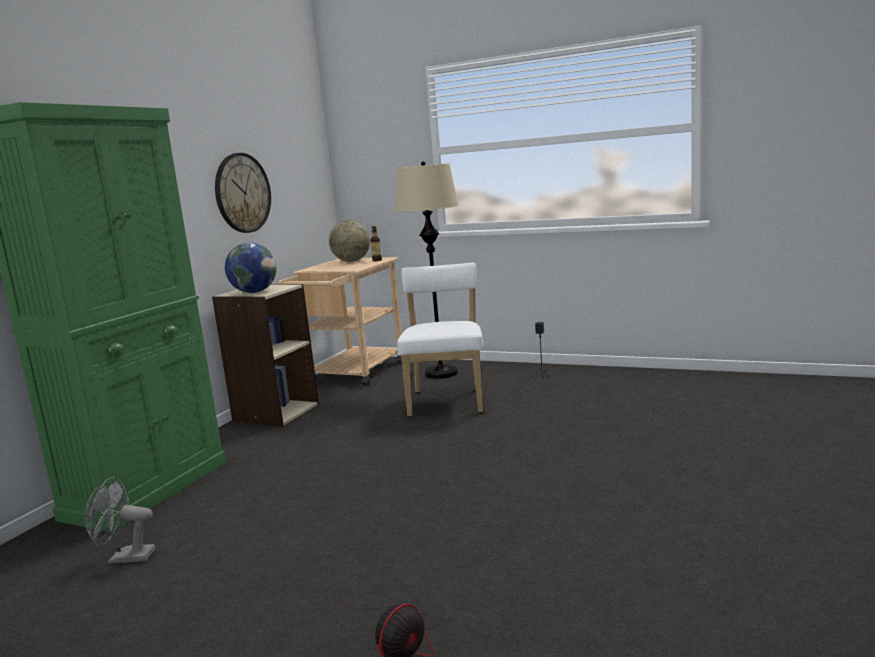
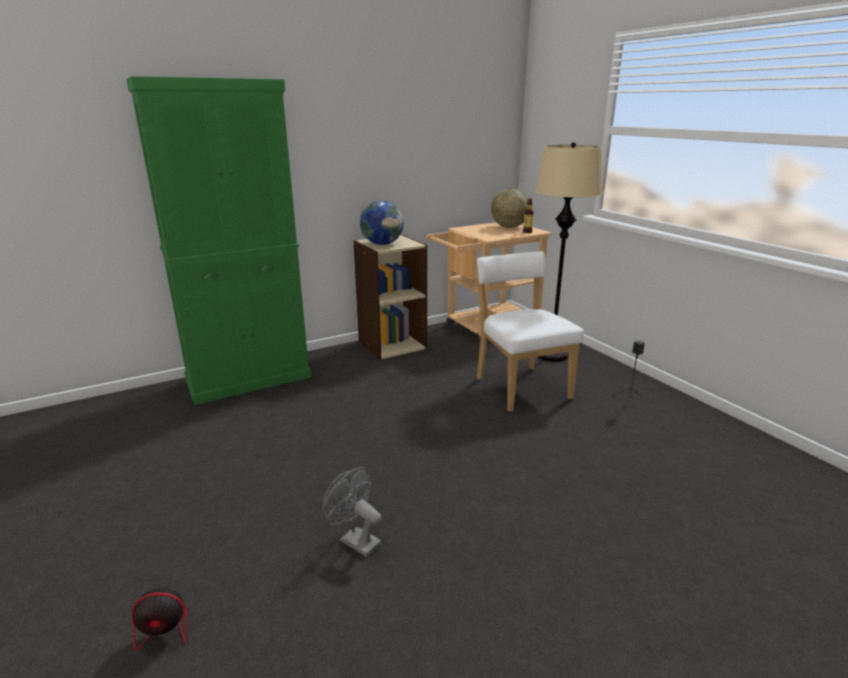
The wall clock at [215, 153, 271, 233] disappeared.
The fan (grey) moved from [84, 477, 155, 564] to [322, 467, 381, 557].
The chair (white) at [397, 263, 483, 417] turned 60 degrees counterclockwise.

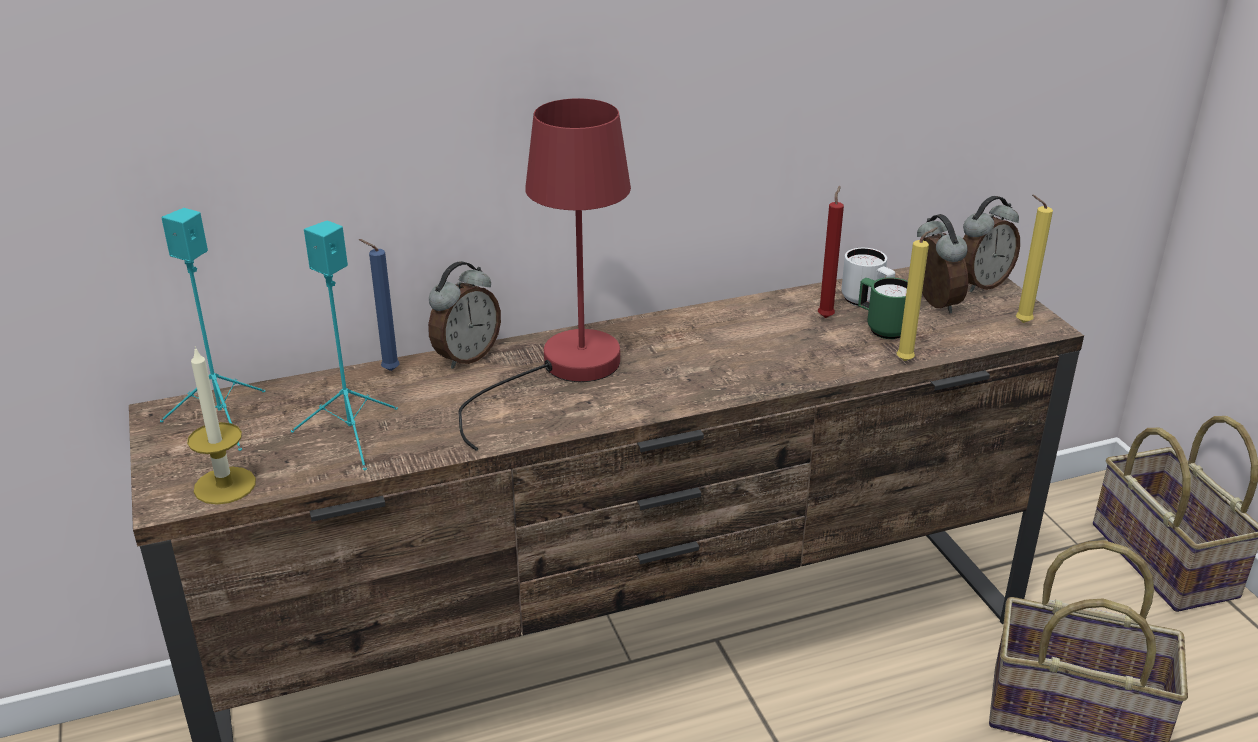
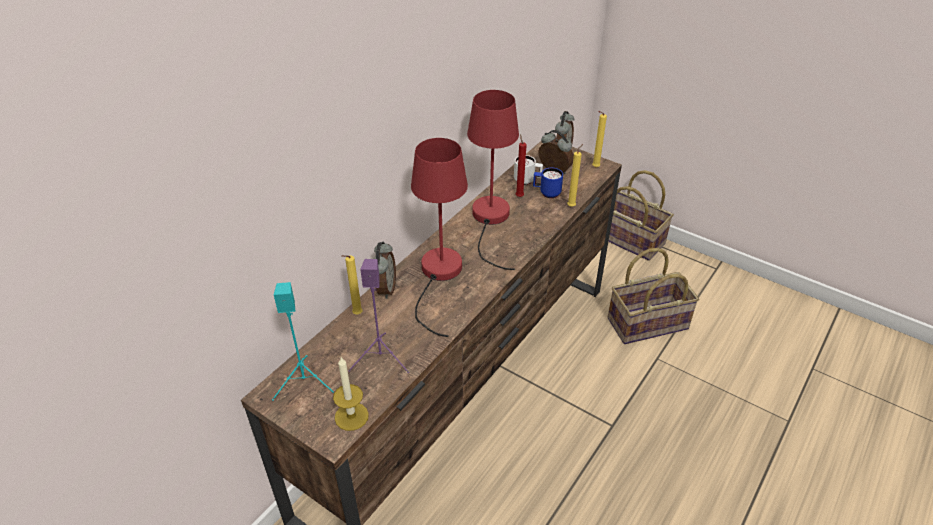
The table lamp (red) at [467, 90, 519, 270] appeared.
The speaker (turquoise) at [291, 220, 398, 470] became the speaker (purple) at [348, 259, 409, 373].
The candle (blue) at [358, 239, 400, 371] became the candle (yellow) at [342, 255, 363, 314].
The mug (green) at [858, 277, 908, 339] became the mug (blue) at [533, 167, 563, 198].

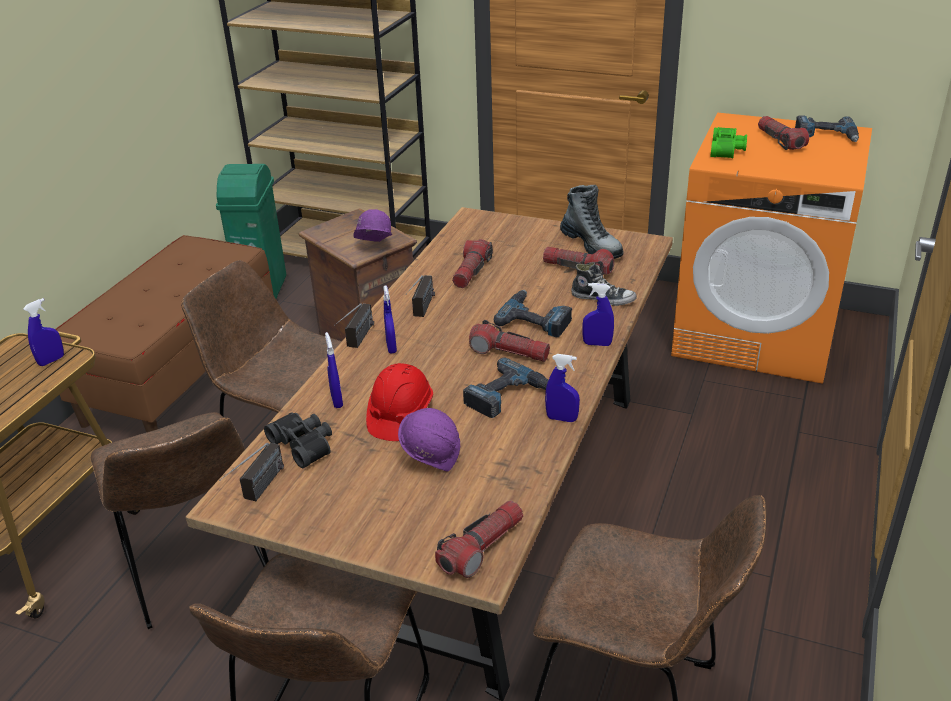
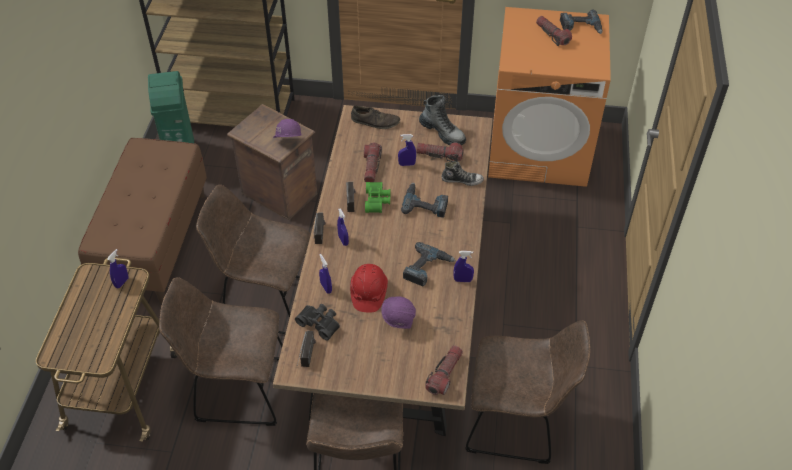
The flashlight at [469, 320, 550, 362] disappeared.
The shoe (brown) at [351, 106, 400, 129] appeared.
The spray bottle (blue) moved from [582, 283, 614, 346] to [398, 134, 416, 166].
The binoculars (green) moved from [710, 127, 747, 158] to [365, 182, 390, 213].
The chair (brown) at [90, 412, 269, 629] turned 135 degrees clockwise.

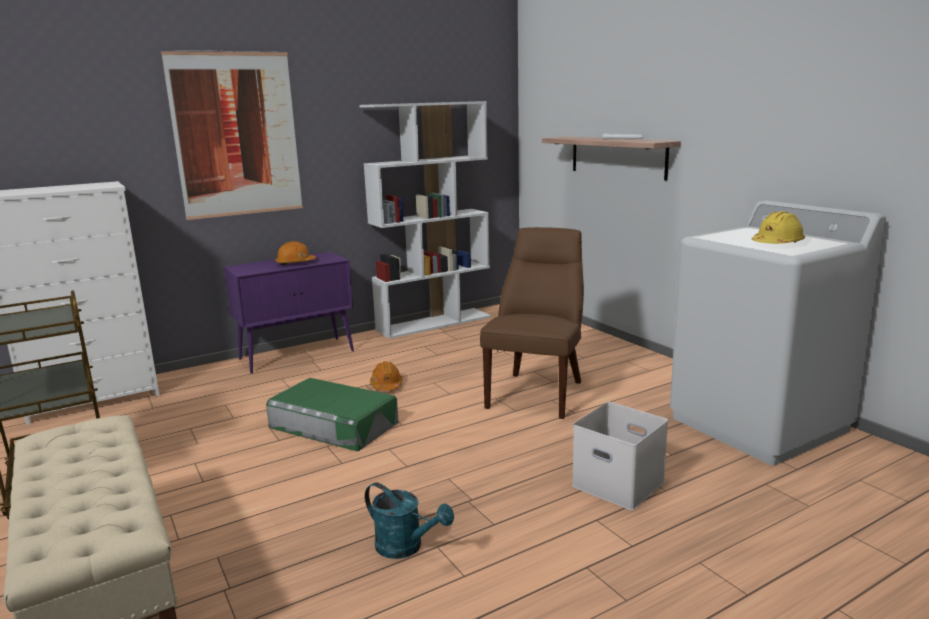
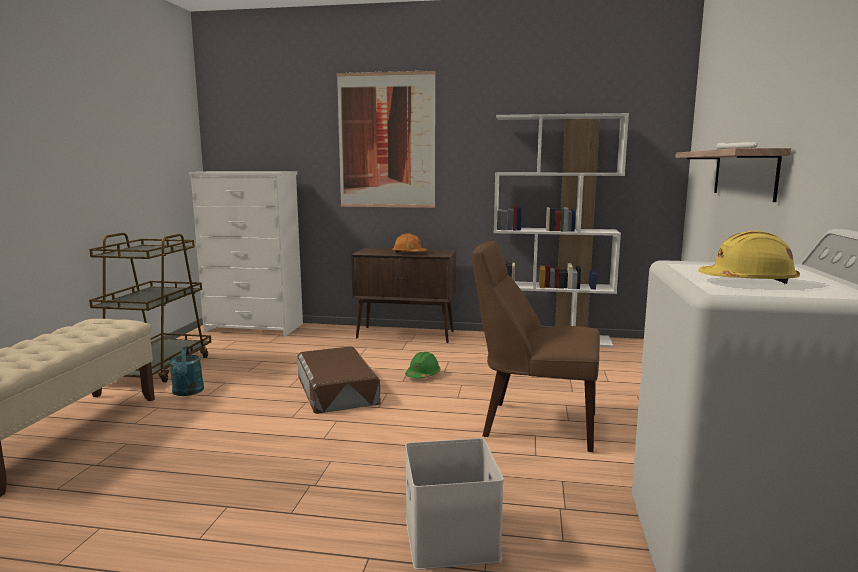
The watering can (turquoise) moved from [365, 482, 454, 559] to [169, 346, 204, 396].
The cabinet (purple) at [224, 252, 354, 373] became the cabinet (brown) at [351, 248, 456, 343].
The storage box (green) at [266, 378, 399, 451] became the storage box (brown) at [297, 346, 380, 414].
The hard hat (orange) at [370, 361, 403, 391] became the hard hat (green) at [405, 352, 440, 378].
The chair (brown) at [480, 227, 584, 419] turned 135 degrees counterclockwise.

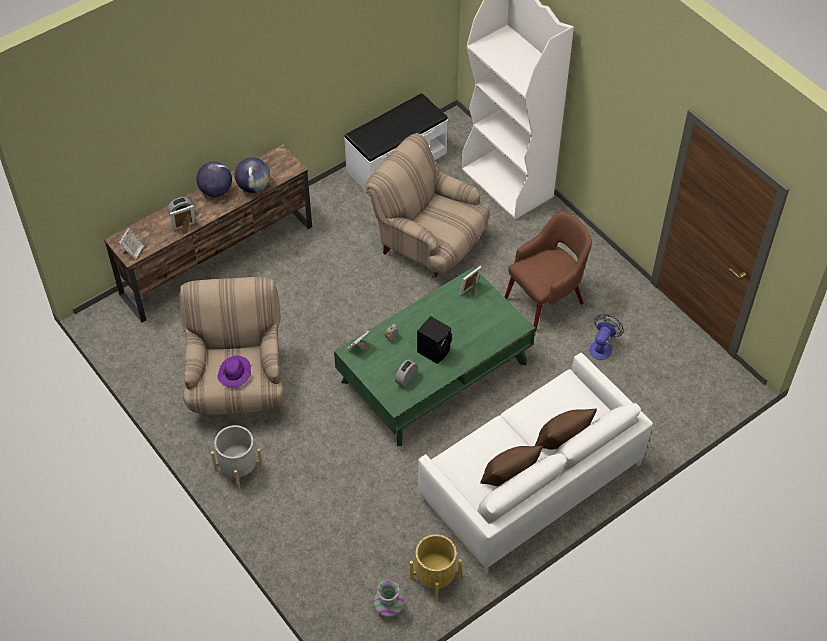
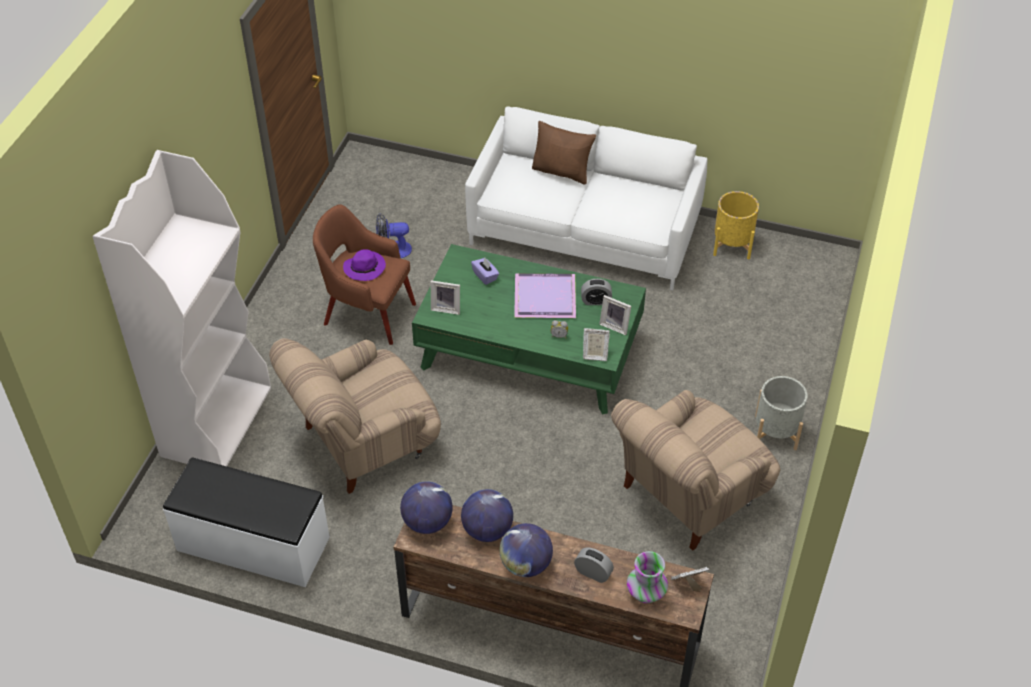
The pillow (brown) at [480, 446, 543, 486] disappeared.
The globe at [400, 481, 453, 534] appeared.
The tissue box (purple) at [471, 258, 499, 285] appeared.
The picture frame moved from [170, 205, 196, 234] to [599, 295, 631, 335].
The hat (purple) moved from [218, 356, 251, 388] to [343, 249, 386, 281].
The vase moved from [373, 580, 404, 617] to [627, 551, 668, 603].
The speaker (black) at [417, 316, 452, 364] was replaced by the tray (purple) at [514, 273, 576, 318].
The armchair (beige) at [365, 133, 490, 278] turned 60 degrees clockwise.

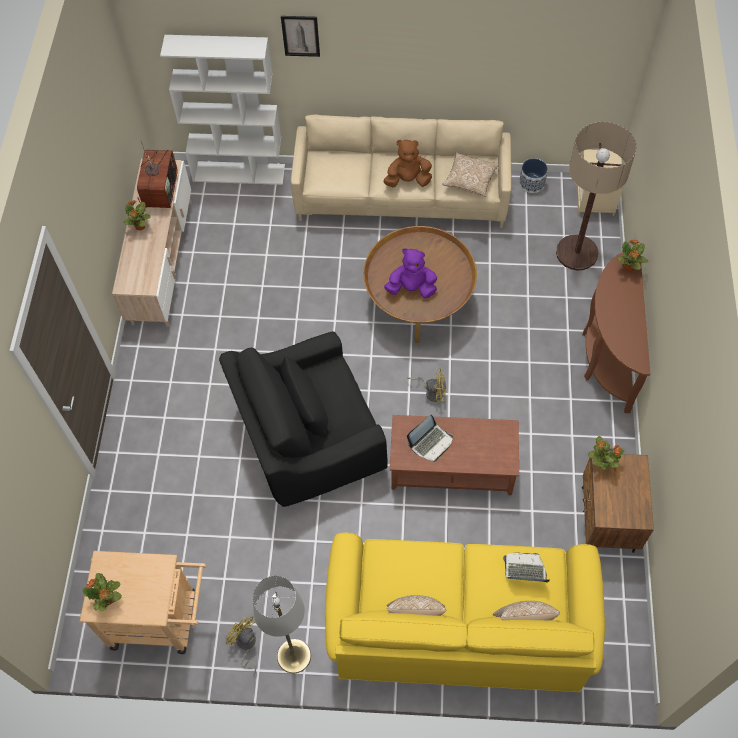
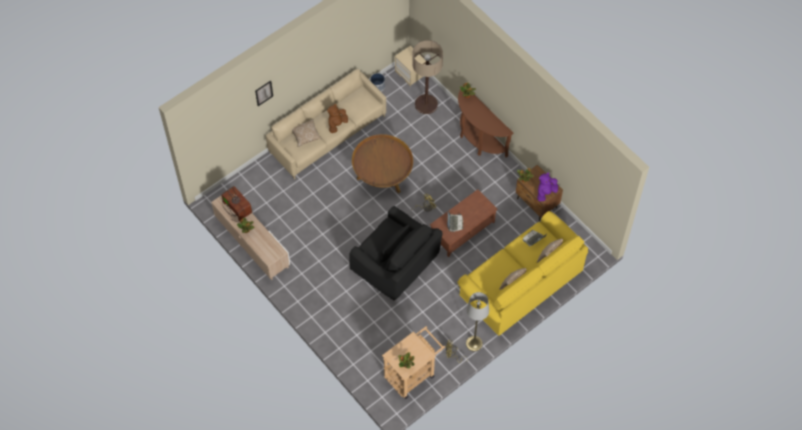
The bookcase (white) at [160, 35, 285, 185] disappeared.
The plush toy (purple) moved from [384, 248, 437, 299] to [537, 173, 558, 201].
The pillow moved from [442, 152, 499, 197] to [292, 119, 321, 147].
The armchair (black) at [219, 331, 387, 507] turned 75 degrees counterclockwise.

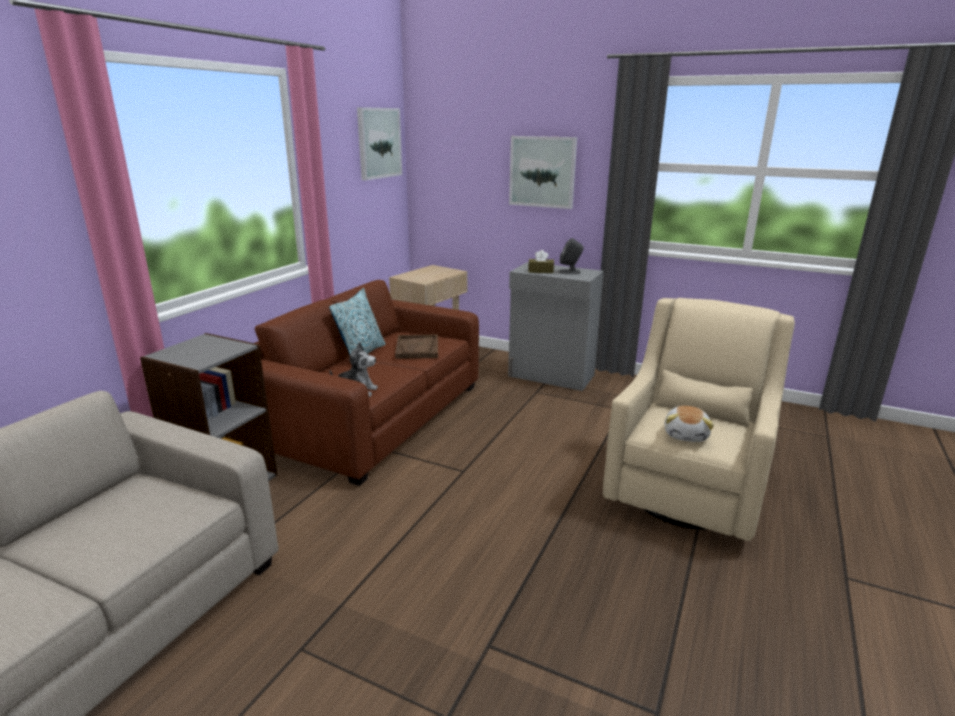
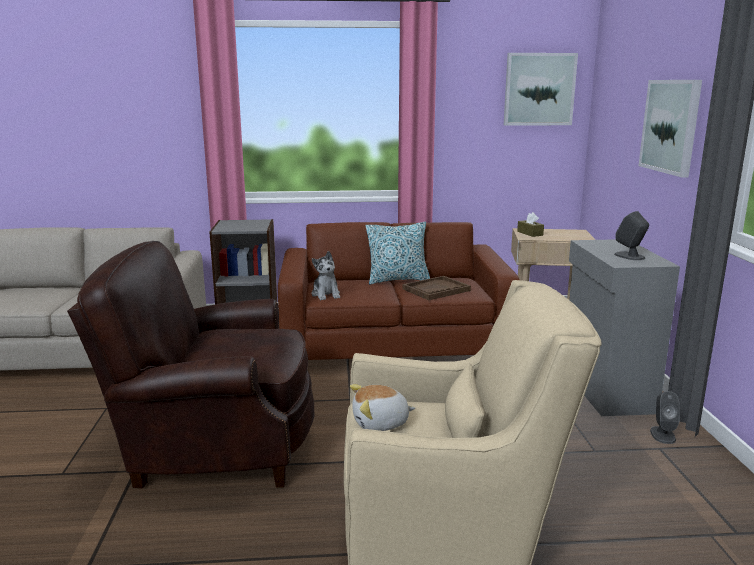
The armchair (brown) at [67, 241, 314, 489] appeared.
The speaker (grey) at [650, 391, 680, 444] appeared.
The tissue box (brown) moved from [528, 250, 554, 273] to [517, 212, 544, 237].

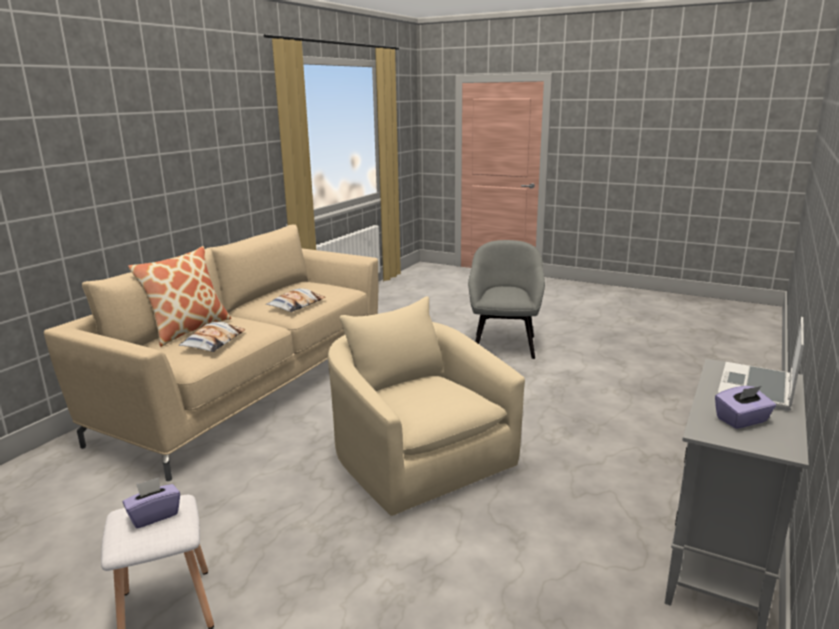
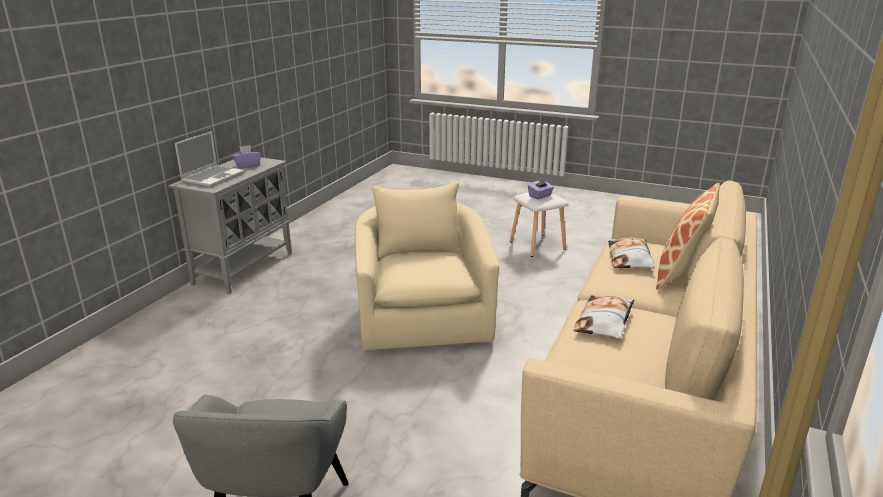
The armchair (beige) at [328, 296, 525, 516] turned 150 degrees counterclockwise.

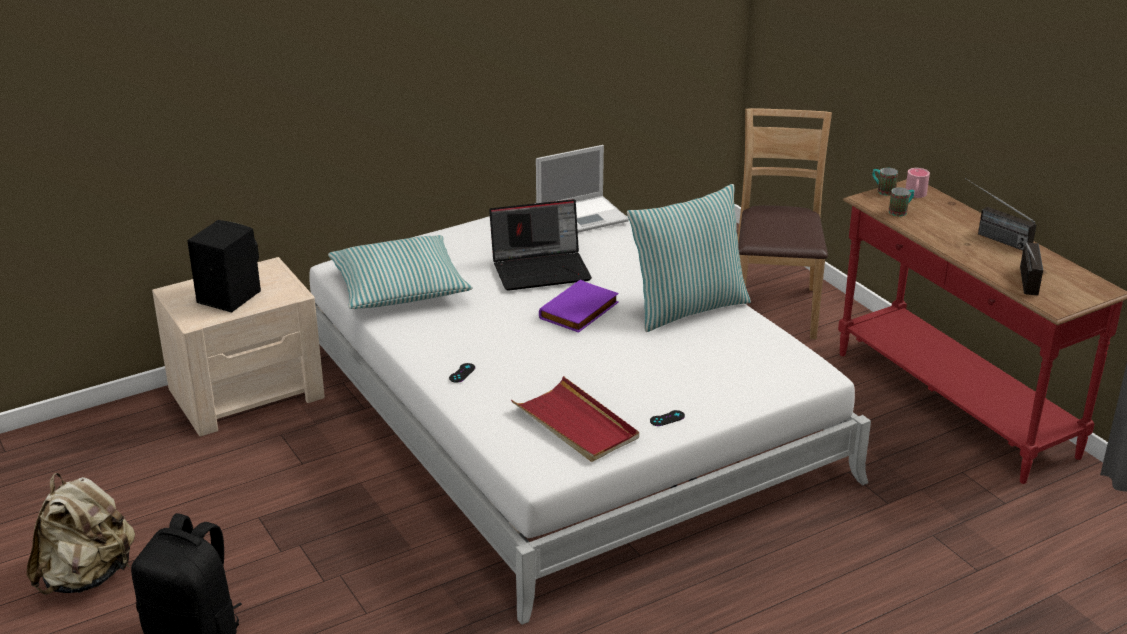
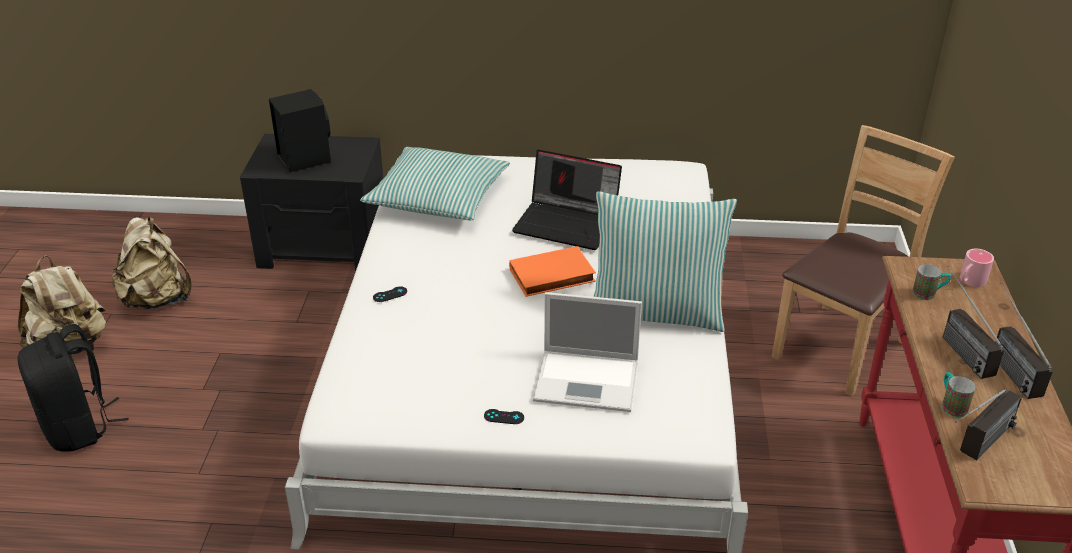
The tray (red) at [511, 376, 639, 462] disappeared.
The backpack (beige) at [112, 217, 191, 309] appeared.
The radio at [943, 266, 1004, 379] appeared.
The laptop moved from [536, 145, 629, 233] to [533, 292, 642, 412].
The mug moved from [872, 168, 898, 196] to [942, 372, 975, 418].
The nightstand (beige) at [152, 257, 325, 436] became the nightstand (black) at [240, 134, 383, 272].
The book (purple) at [539, 280, 619, 333] became the book (orange) at [509, 246, 596, 297].

